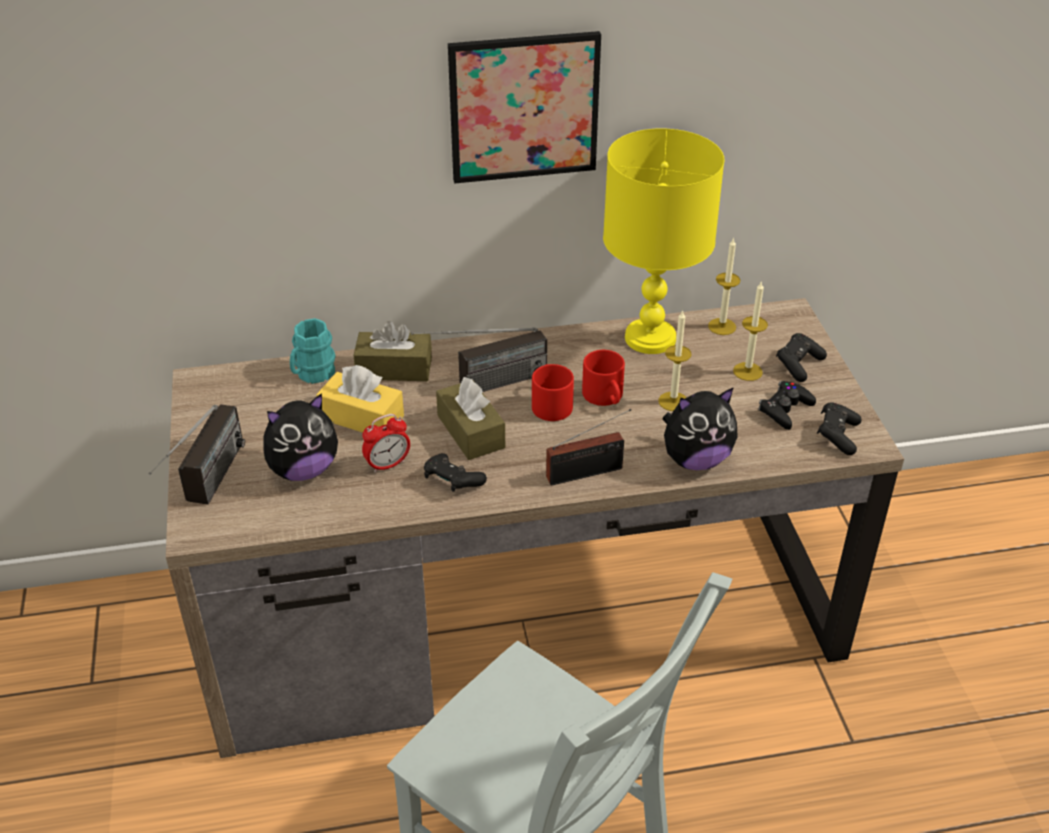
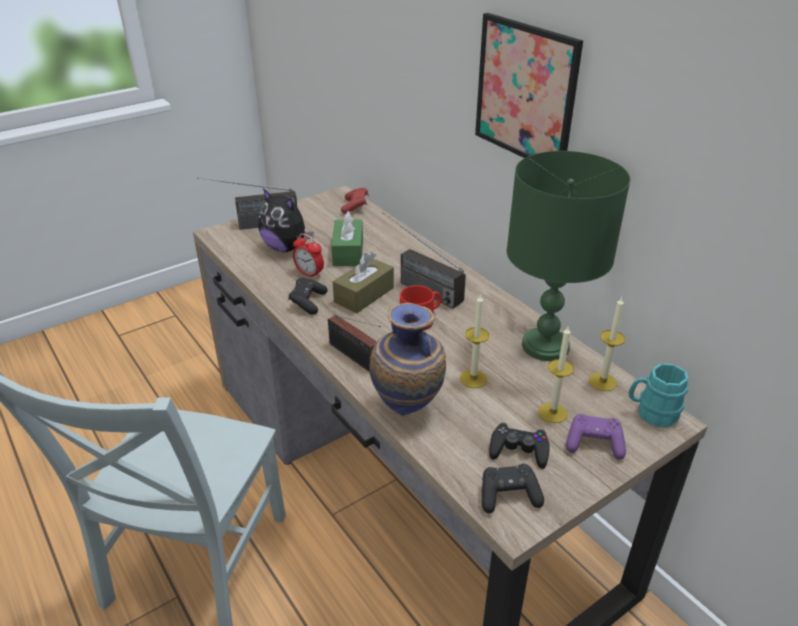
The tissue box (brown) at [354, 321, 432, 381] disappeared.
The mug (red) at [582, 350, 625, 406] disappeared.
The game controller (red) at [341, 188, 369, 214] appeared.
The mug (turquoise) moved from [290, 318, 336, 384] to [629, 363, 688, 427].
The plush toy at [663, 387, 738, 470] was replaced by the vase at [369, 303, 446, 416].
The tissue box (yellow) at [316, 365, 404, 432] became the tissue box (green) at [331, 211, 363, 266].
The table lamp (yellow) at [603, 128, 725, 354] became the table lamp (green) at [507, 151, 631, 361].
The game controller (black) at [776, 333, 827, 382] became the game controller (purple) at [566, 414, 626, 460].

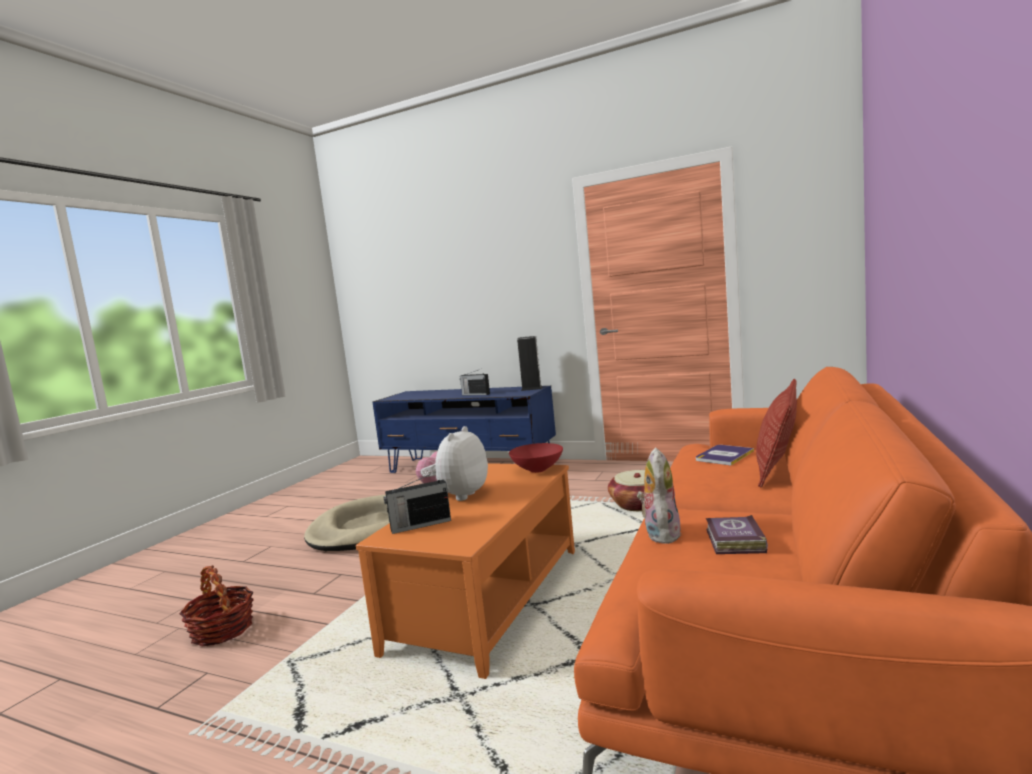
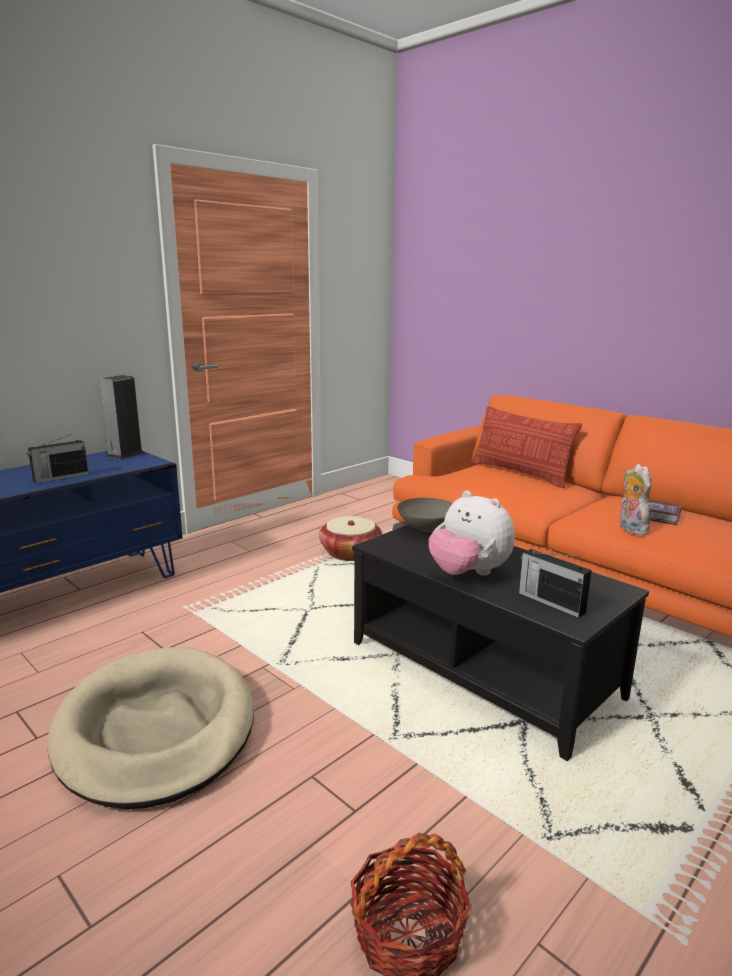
The book at [696, 445, 754, 466] disappeared.
The coffee table (orange) at [356, 463, 575, 679] became the coffee table (black) at [352, 524, 649, 761].
The bowl (red) at [509, 443, 563, 473] became the bowl (grey) at [397, 498, 453, 533].
The radio at [384, 472, 451, 534] turned 135 degrees clockwise.
The plush toy at [637, 447, 681, 544] turned 45 degrees clockwise.

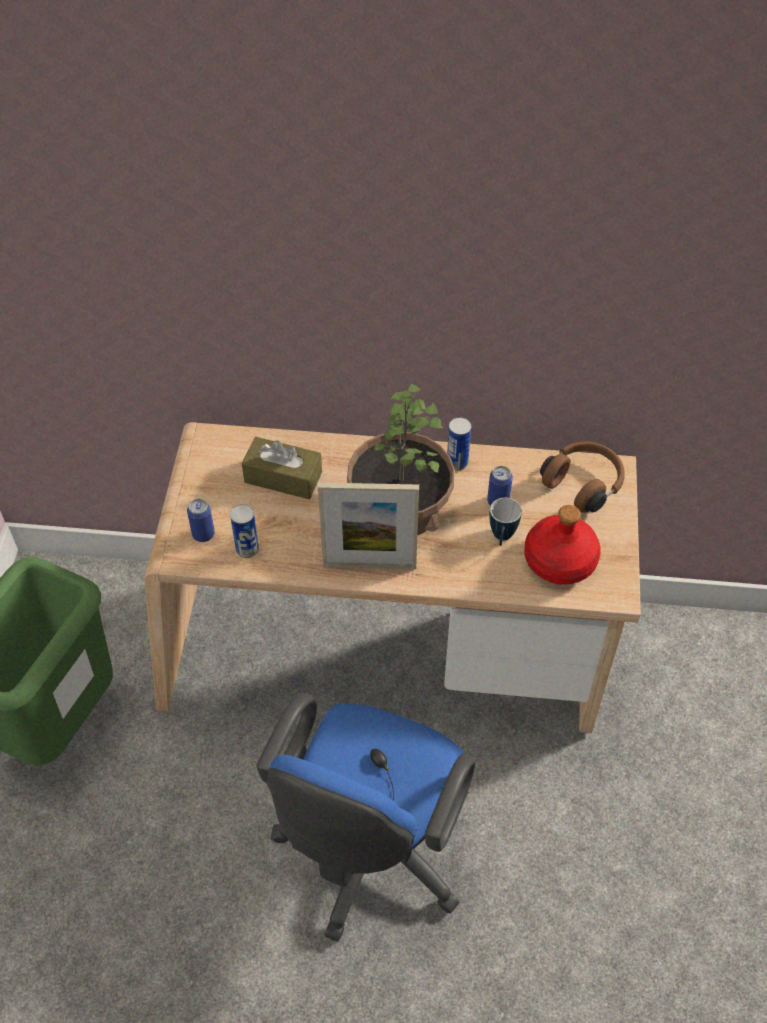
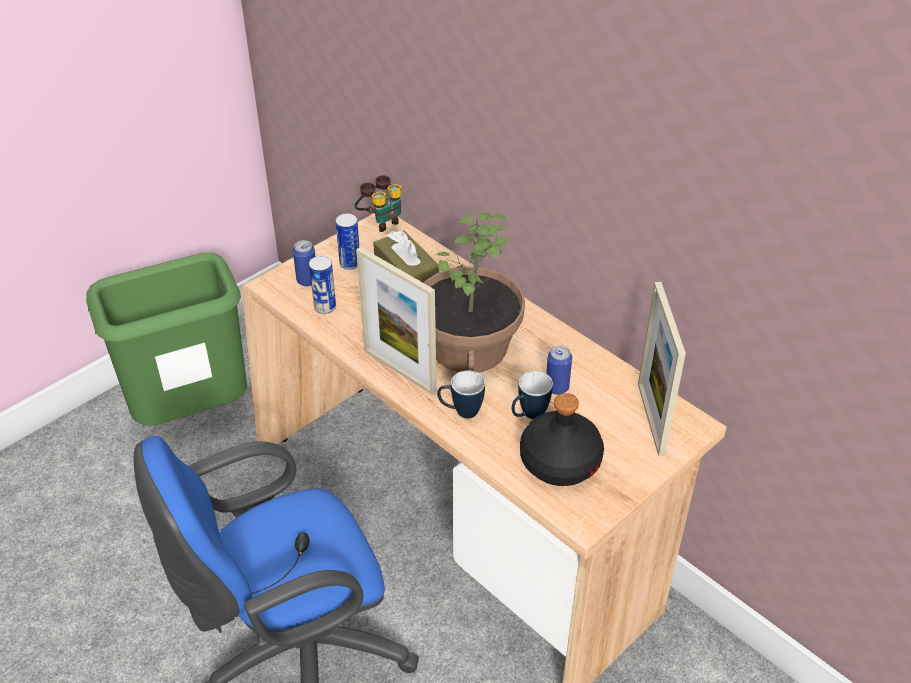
The binoculars at [354, 175, 402, 232] appeared.
The mug at [437, 370, 485, 419] appeared.
The can moved from [447, 417, 471, 471] to [336, 213, 359, 270].
The headphones (brown) at [540, 442, 625, 513] was replaced by the picture frame at [638, 282, 686, 456].
The bottle (red) at [524, 505, 601, 585] became the bottle (black) at [520, 393, 604, 486].

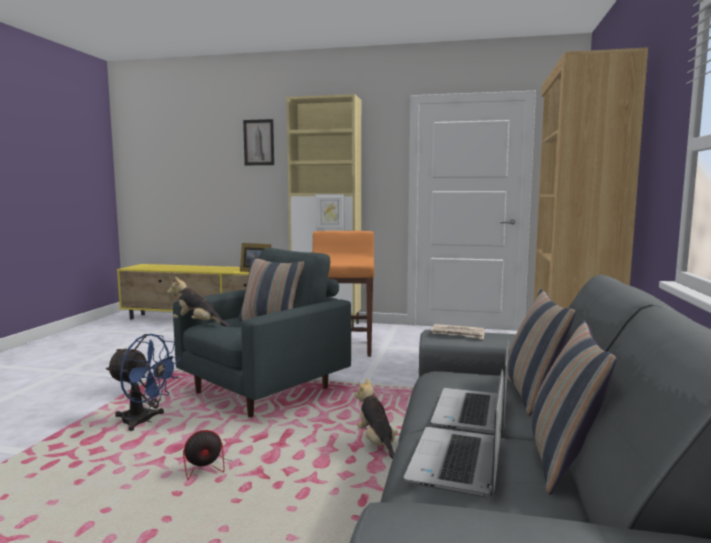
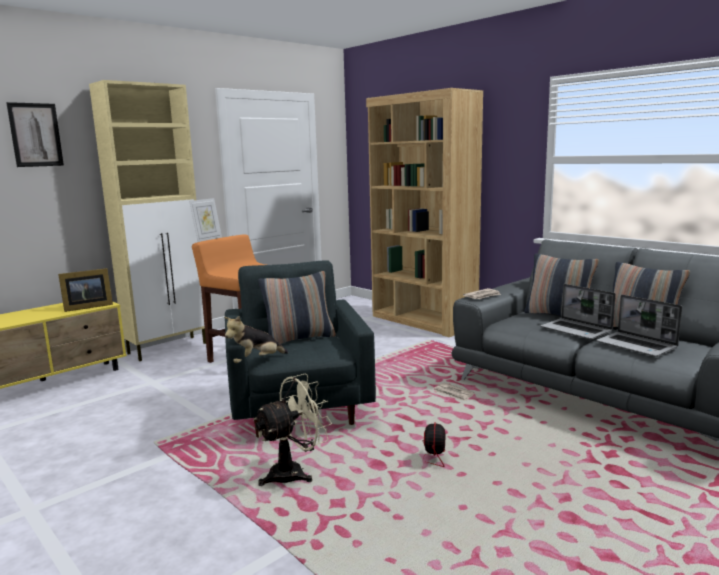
The plush toy at [355, 378, 398, 459] was replaced by the newspaper at [434, 383, 474, 401].
The fan (blue) at [106, 334, 181, 431] became the fan (beige) at [253, 373, 332, 486].

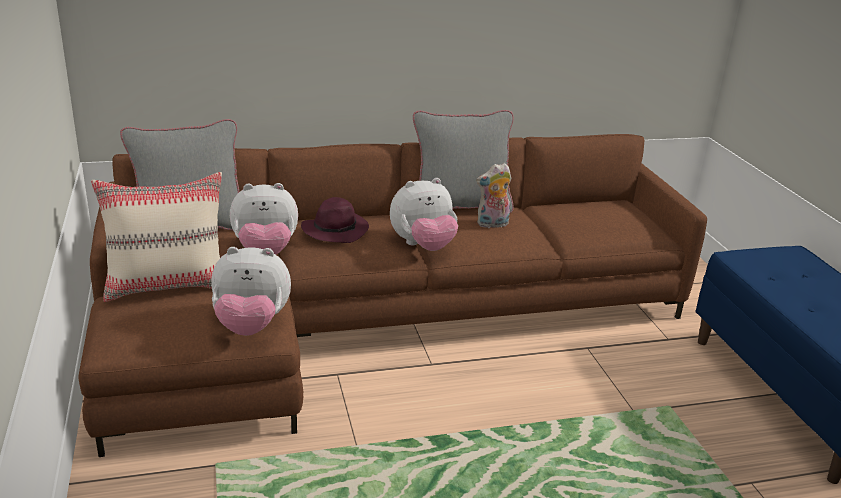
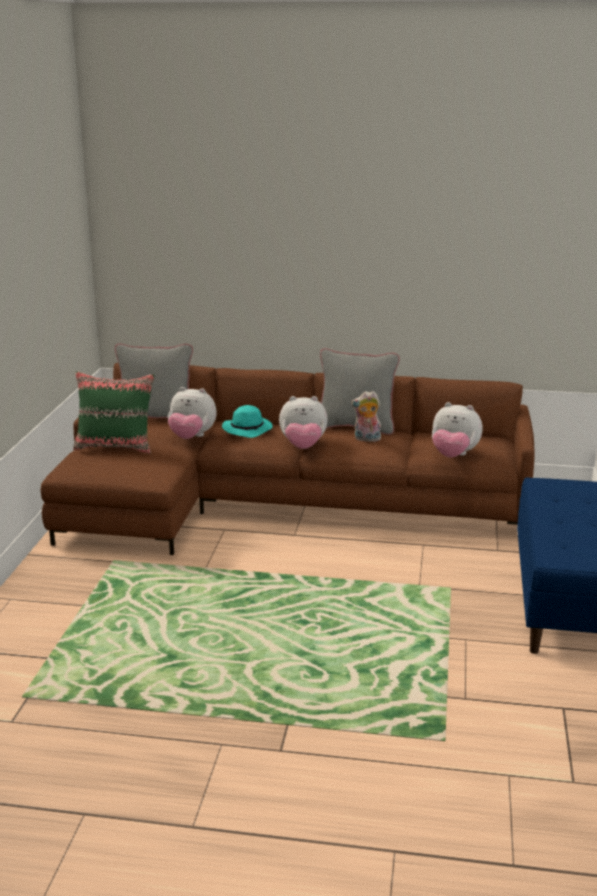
The plush toy moved from [211, 247, 291, 336] to [432, 402, 483, 458].
The pillow (beige) at [91, 172, 222, 302] became the pillow (green) at [73, 371, 155, 454].
The hat (purple) at [301, 197, 369, 243] became the hat (turquoise) at [222, 405, 273, 438].

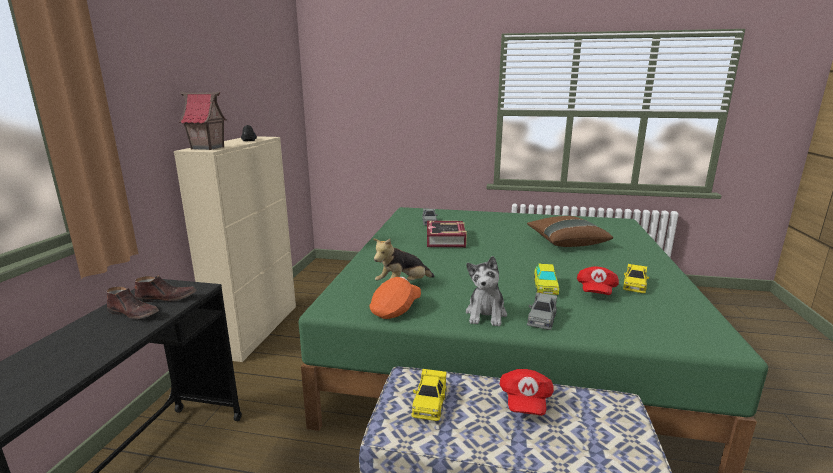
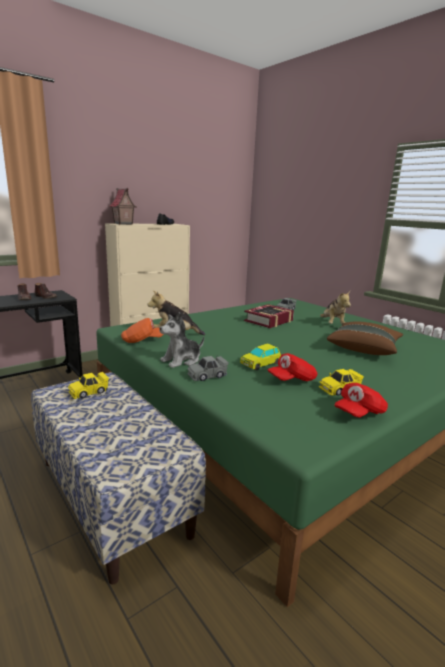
The plush toy at [320, 291, 351, 324] appeared.
The cap (red) moved from [499, 369, 554, 416] to [334, 383, 388, 417].

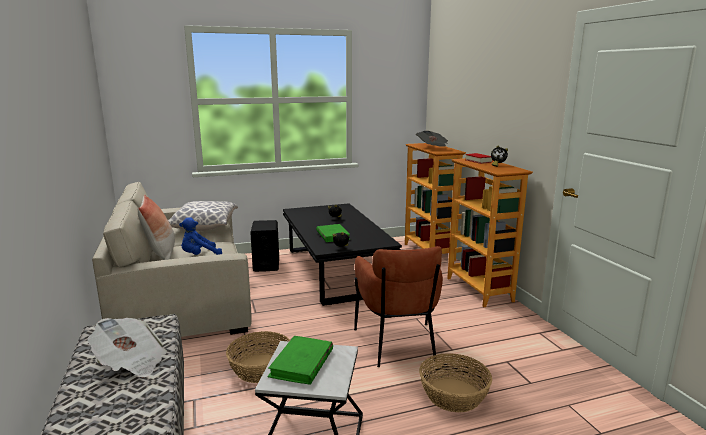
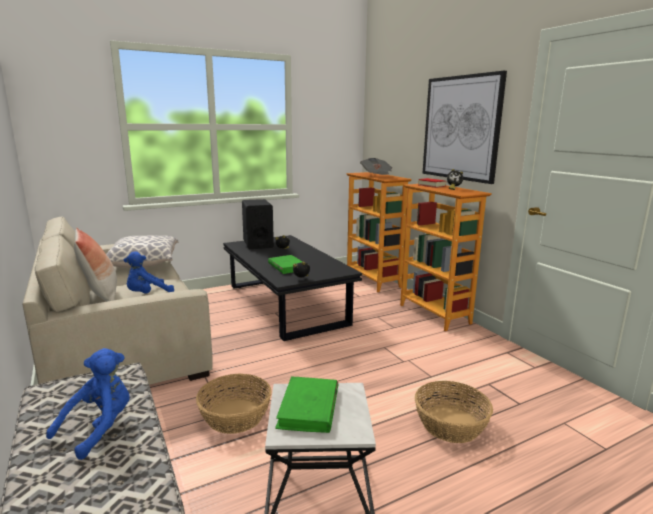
The armchair (brown) at [354, 246, 443, 367] disappeared.
The picture at [422, 71, 507, 184] appeared.
The speaker (black) moved from [250, 220, 279, 272] to [242, 199, 274, 249].
The newspaper at [87, 318, 167, 377] was replaced by the plush toy (blue) at [46, 348, 130, 460].

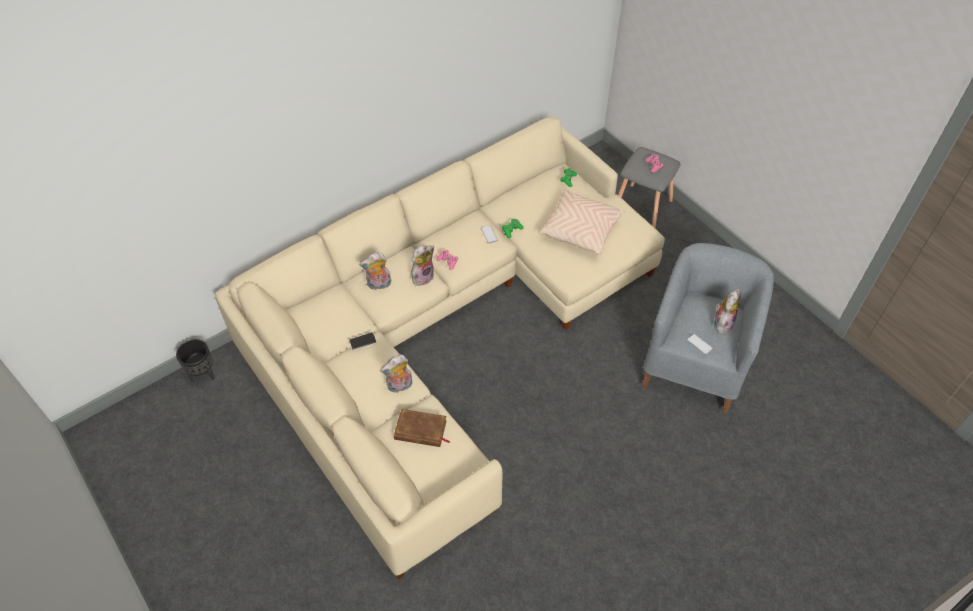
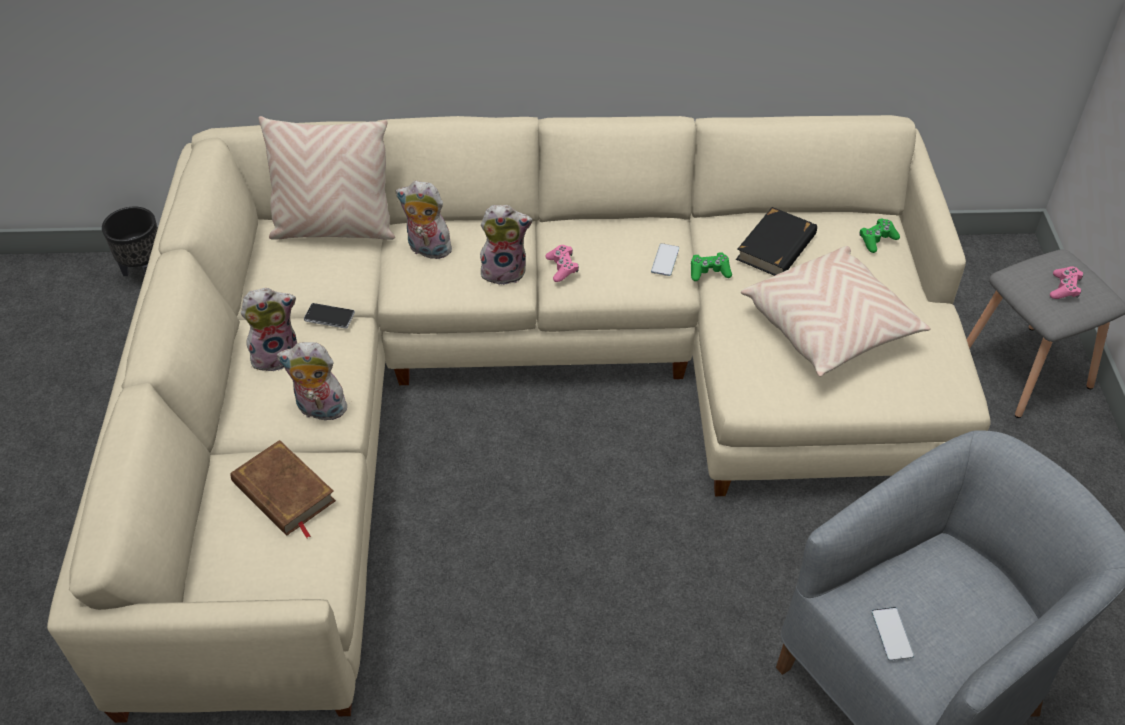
The pillow (beige) at [259, 116, 395, 240] appeared.
The book (black) at [736, 207, 817, 276] appeared.
The plush toy moved from [714, 289, 741, 333] to [241, 288, 297, 371].

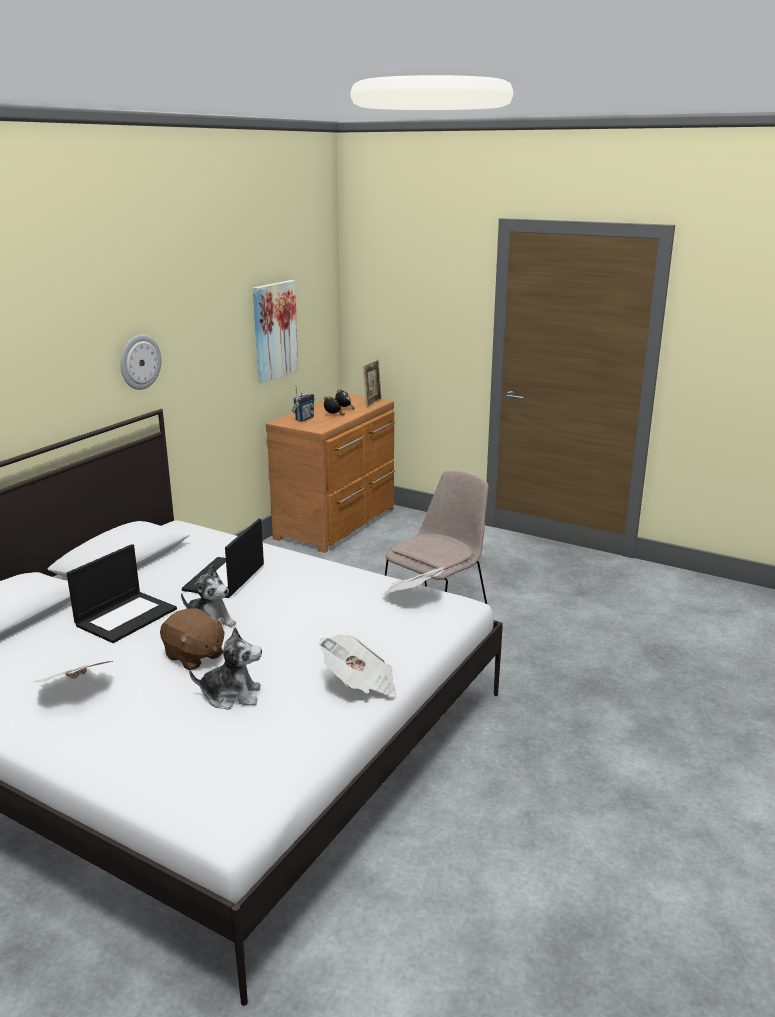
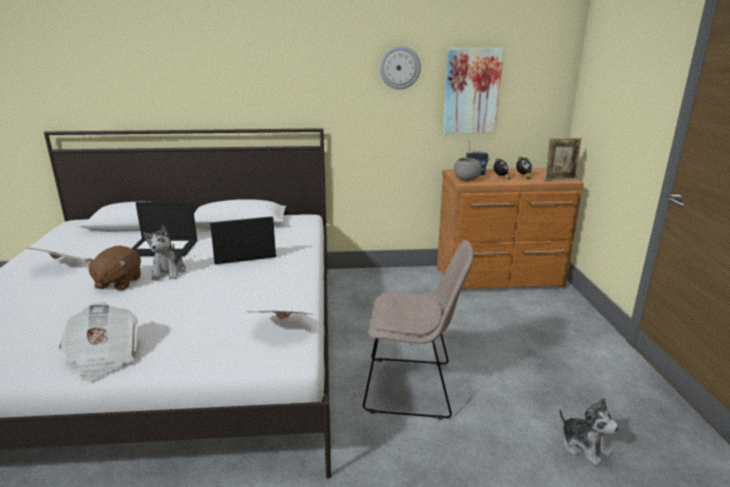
The bowl (grey) at [454, 158, 481, 181] appeared.
The wall clock moved from [120, 335, 162, 390] to [380, 46, 421, 90].
The plush toy moved from [189, 627, 262, 710] to [559, 398, 619, 466].

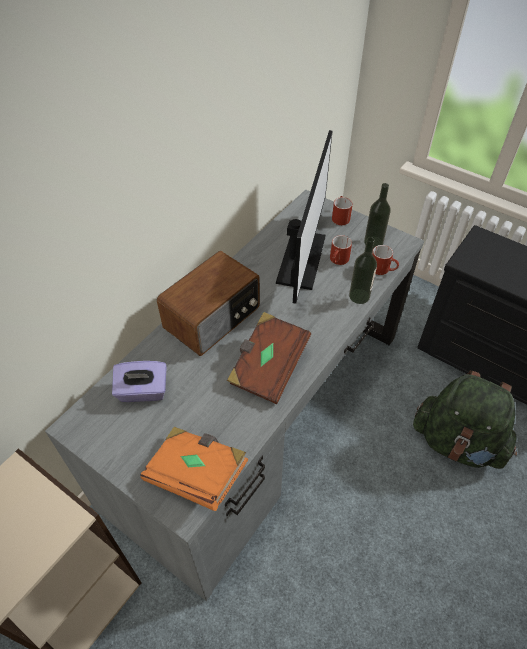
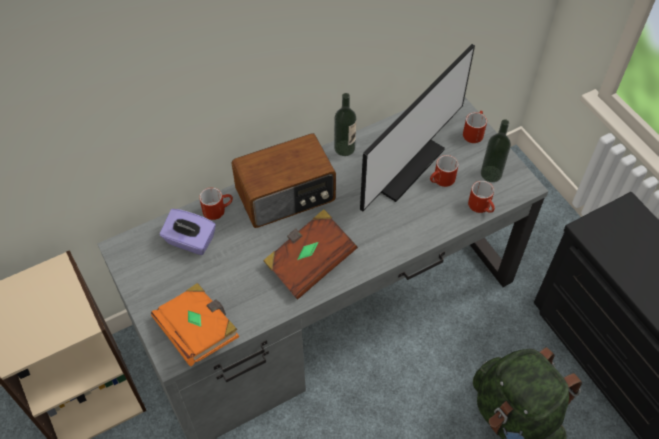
The mug (red) at [199, 188, 233, 220] appeared.
The bottle moved from [349, 237, 377, 304] to [334, 93, 356, 156].

